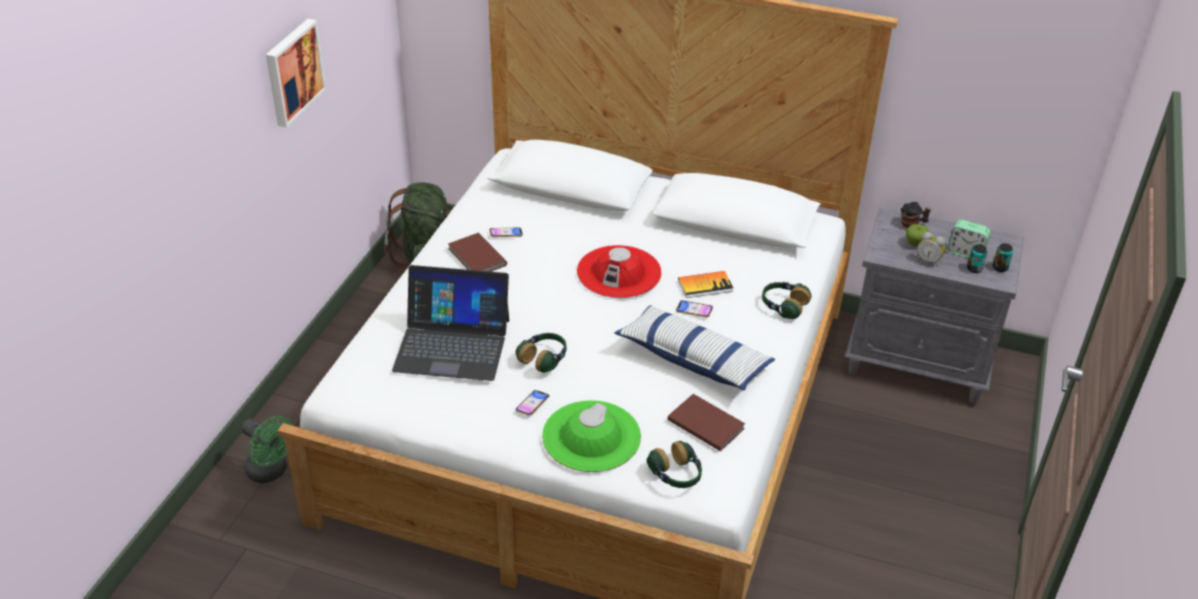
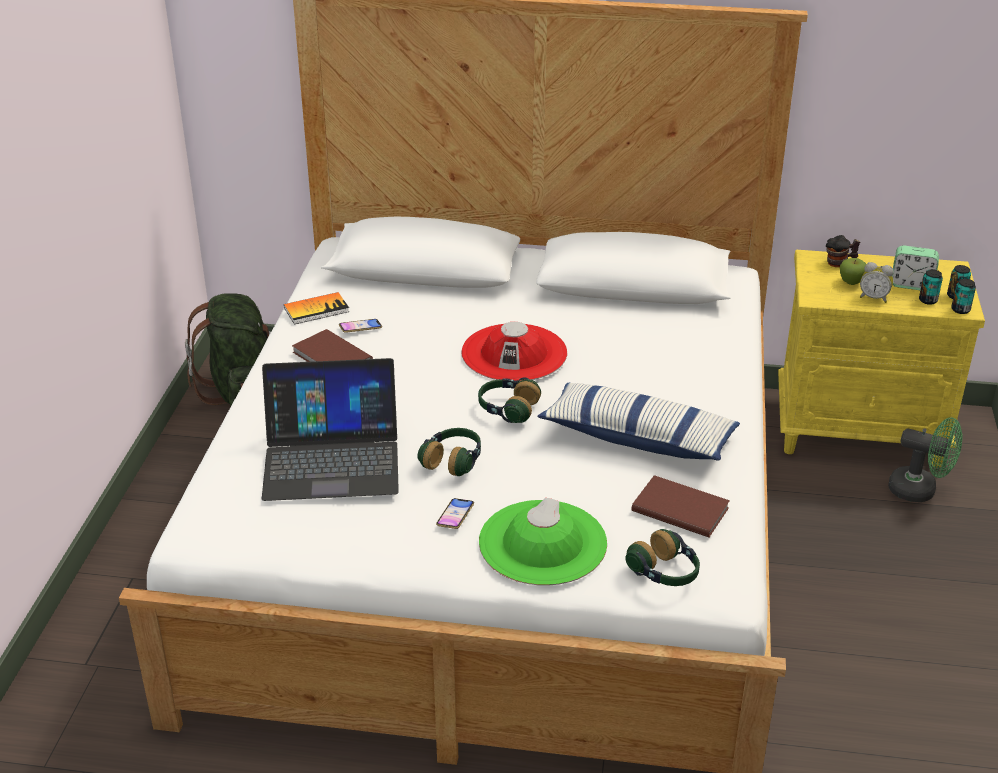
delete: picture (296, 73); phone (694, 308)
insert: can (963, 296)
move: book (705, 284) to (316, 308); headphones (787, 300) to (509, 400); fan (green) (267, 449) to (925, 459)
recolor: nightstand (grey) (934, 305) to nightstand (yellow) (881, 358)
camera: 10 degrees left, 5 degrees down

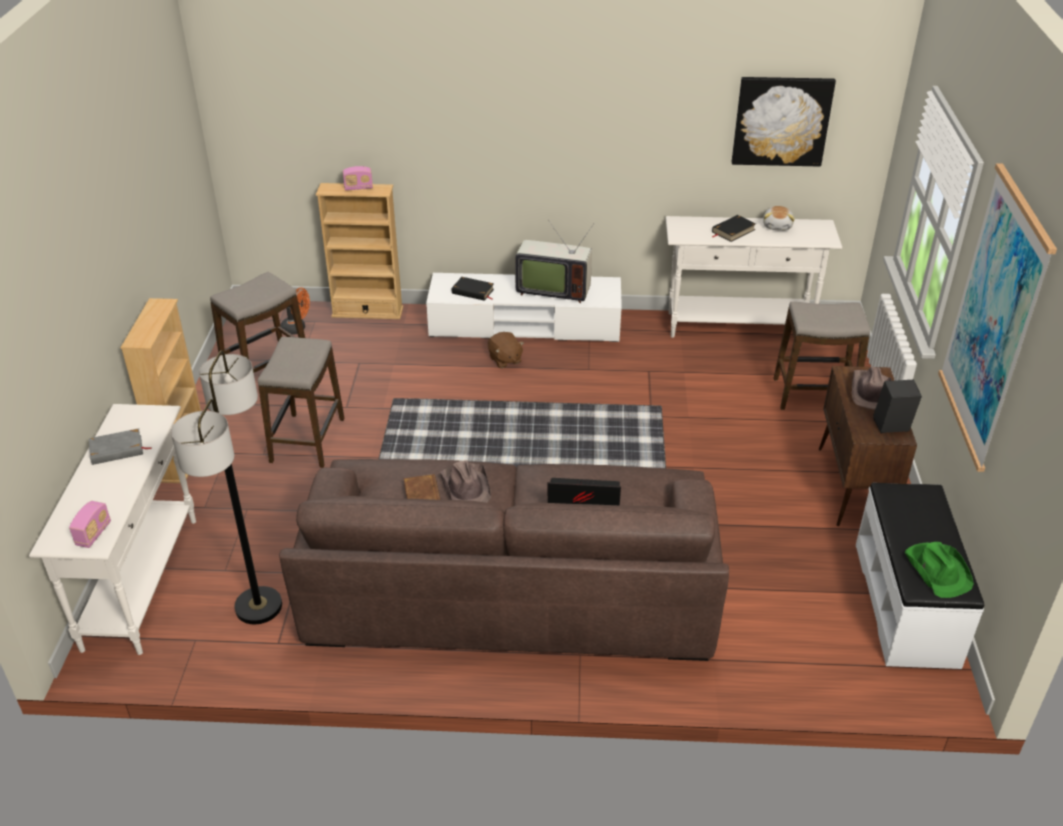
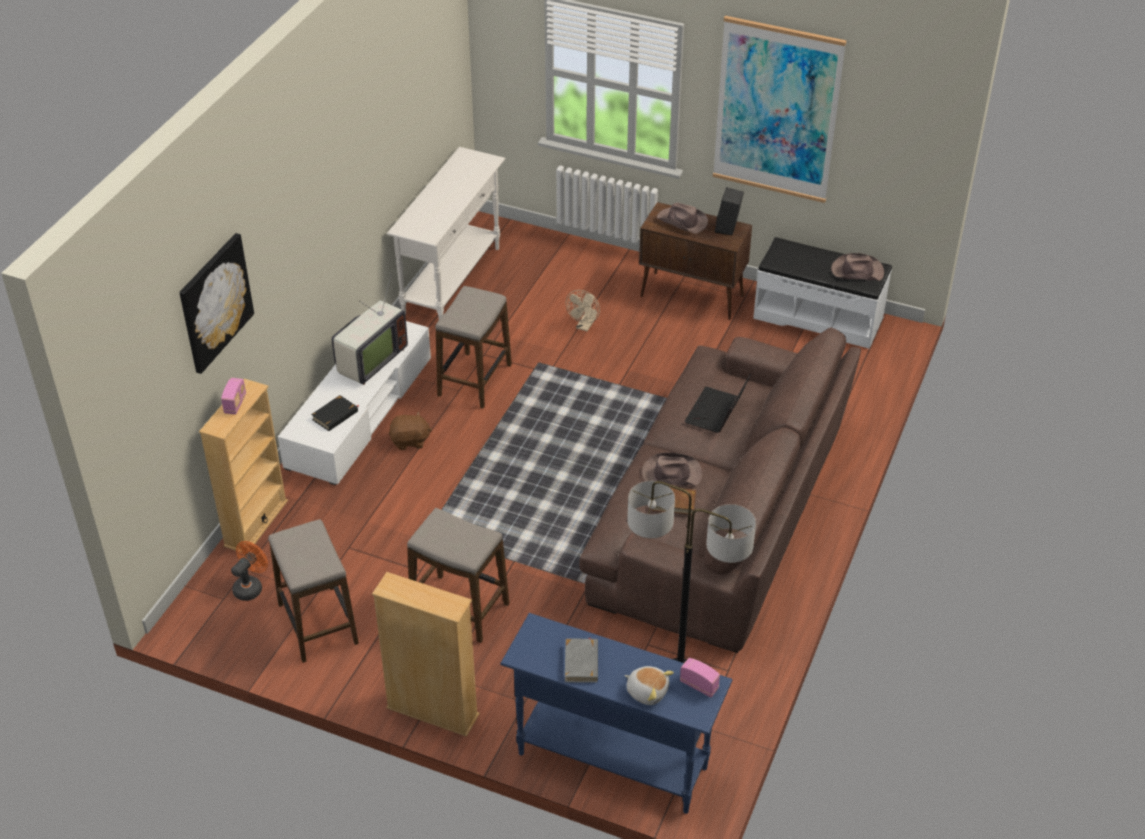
delete: book (black) (734, 228)
insert: fan (beige) (583, 310)
move: picture (784, 122) to (216, 303); stool (822, 356) to (473, 347); plush toy (779, 218) to (649, 685)
recolor: console table (white) (112, 529) to console table (blue) (616, 713); hat (green) (939, 570) to hat (brown) (857, 267)
camera: 70 degrees left, 5 degrees up

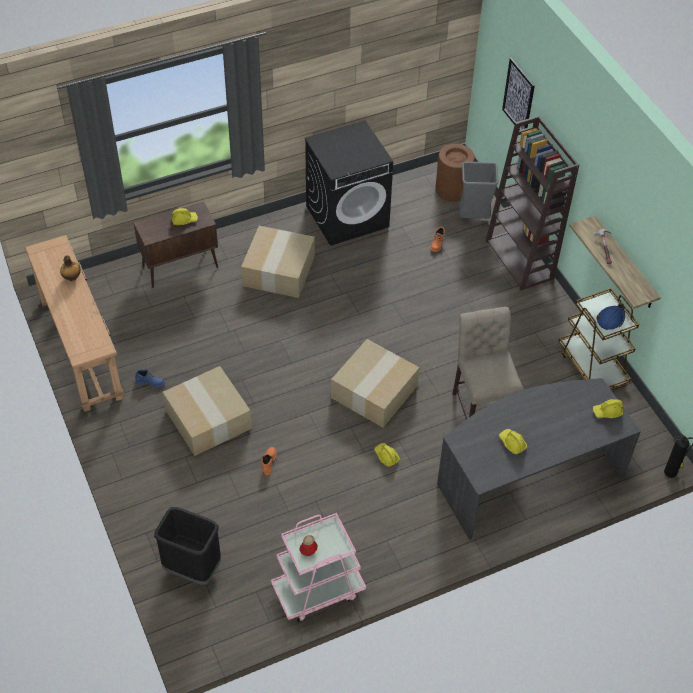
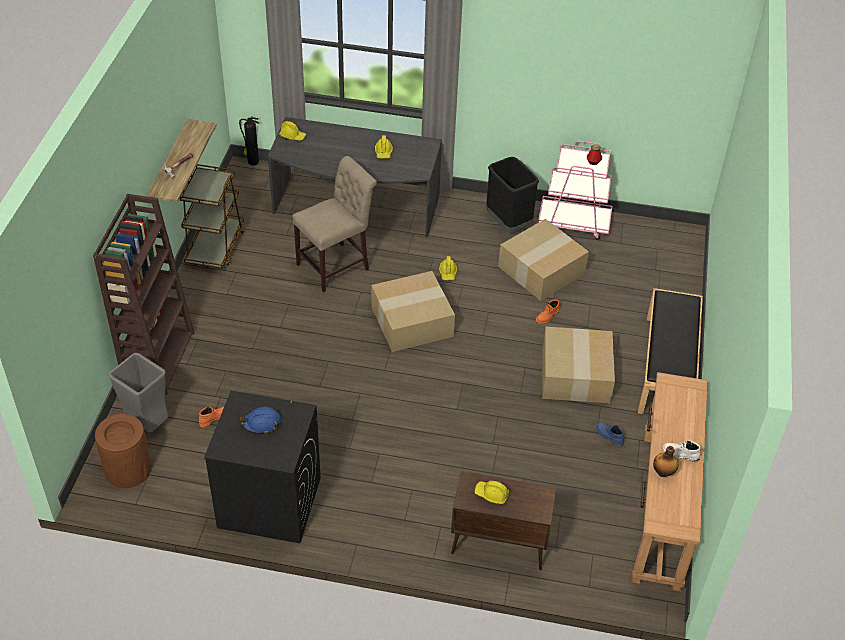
delete: picture (518, 94)
insert: bench (black) (670, 351); boot (white) (682, 451)
move: hard hat (blue) (610, 316) to (261, 420); trash can (black) (187, 546) to (512, 194); cardboard box (278, 262) to (543, 260)
rotate: chair (beige) (488, 363) = (334, 224) 150 degrees counterclockwise
camera: 145 degrees left, 5 degrees down

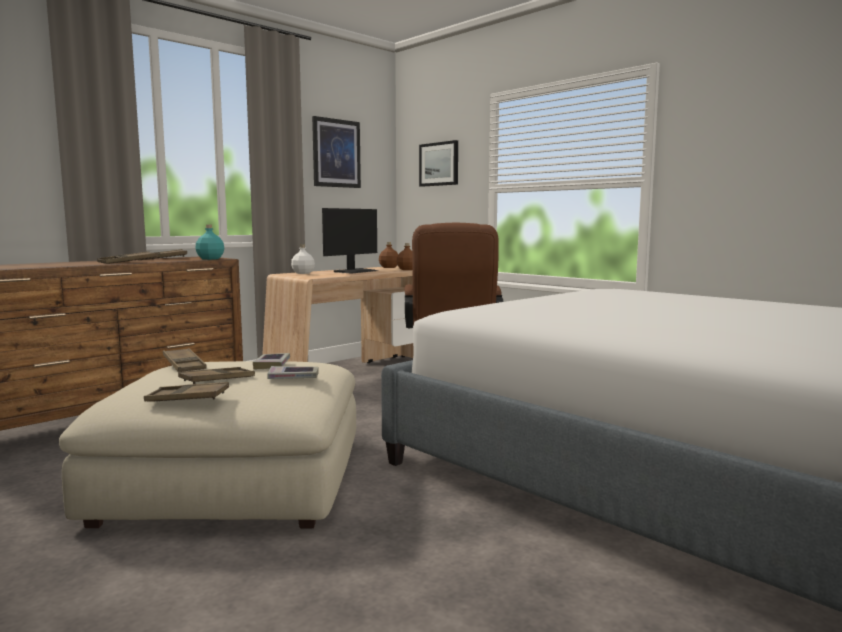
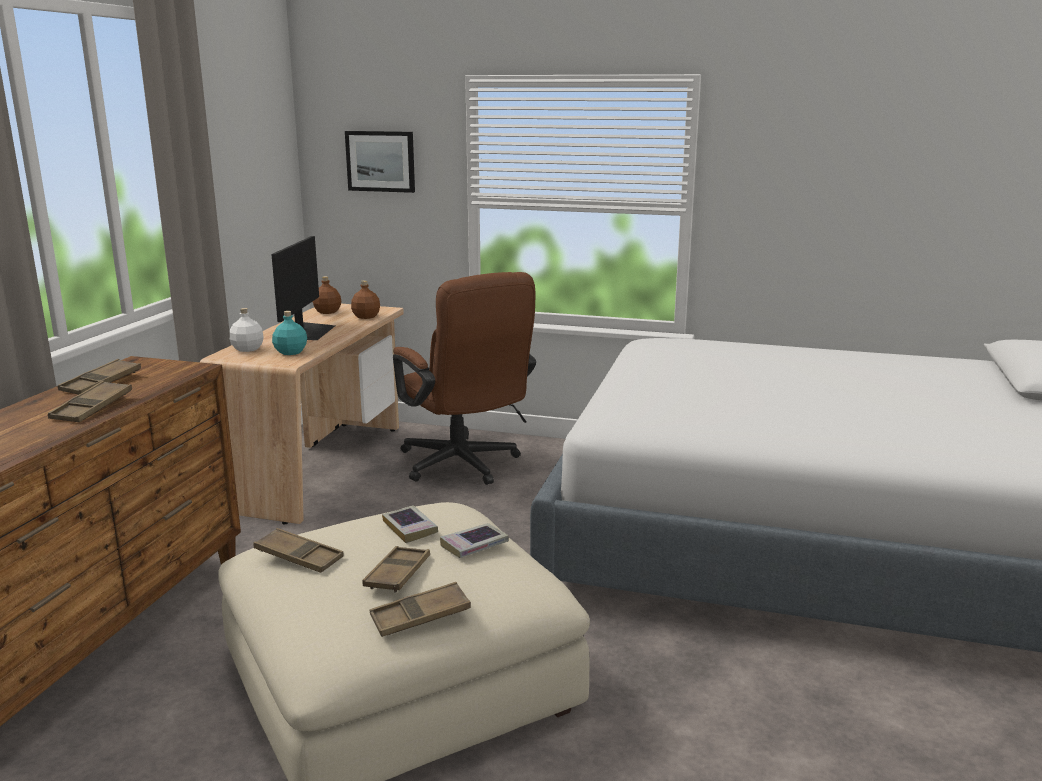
delete: picture (336, 152)
move: bottle (turquoise) (209, 242) to (289, 333)
camera: 30 degrees left, 10 degrees up

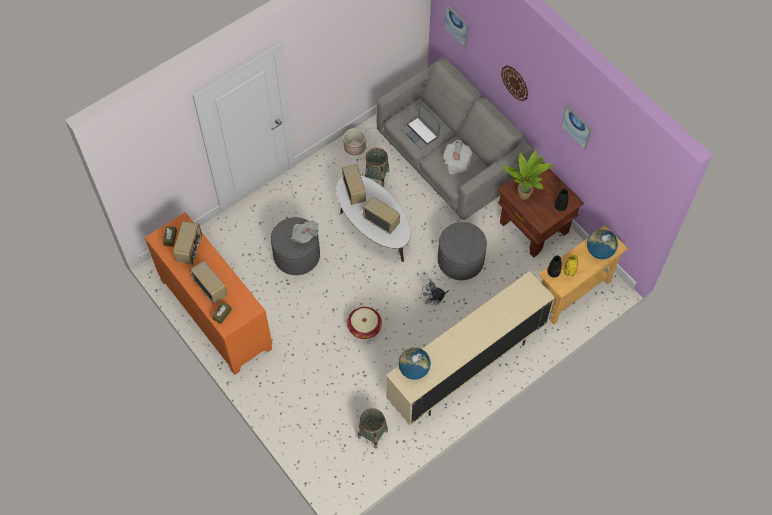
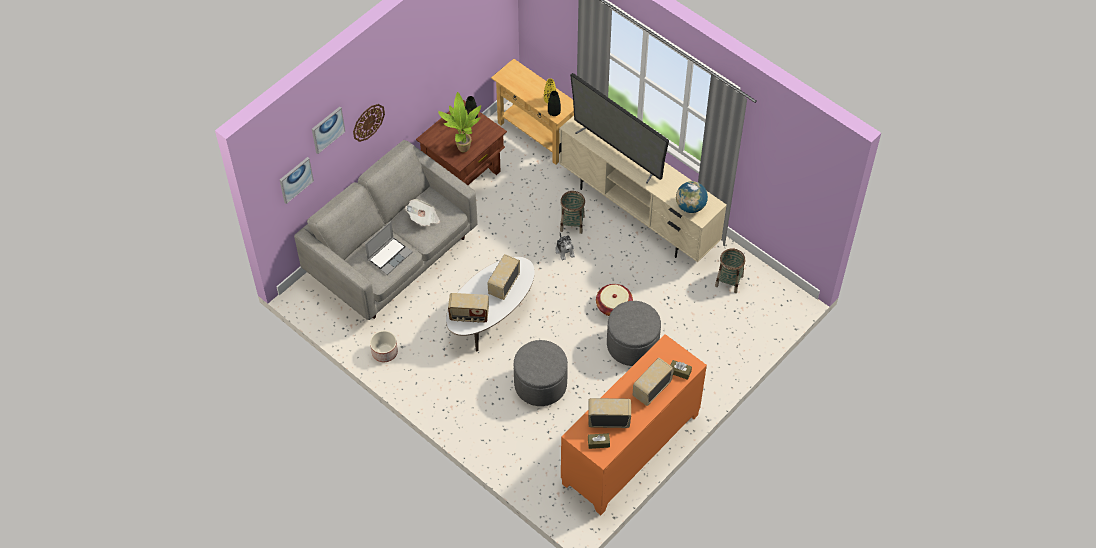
delete: newspaper (304, 232); globe (602, 244)
insert: television (619, 128)
move: picture (576, 127) to (328, 130); basket (377, 167) to (572, 212); ottoman (grey) (462, 251) to (634, 333)
rotate: radio (354, 184) = (468, 308) 150 degrees counterclockwise
camera: 100 degrees left, 5 degrees down

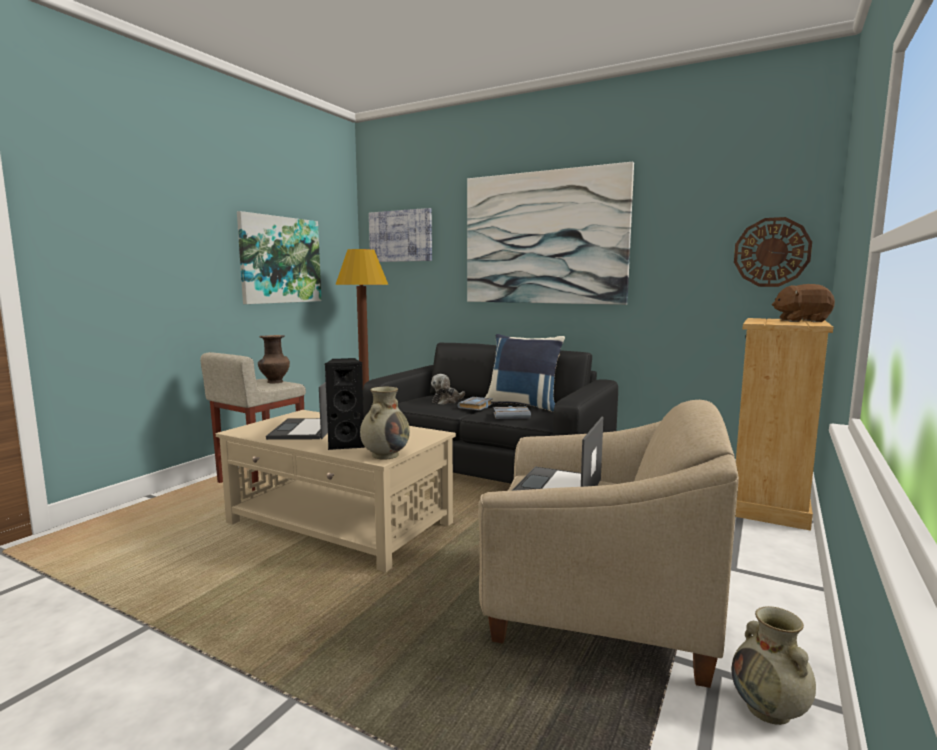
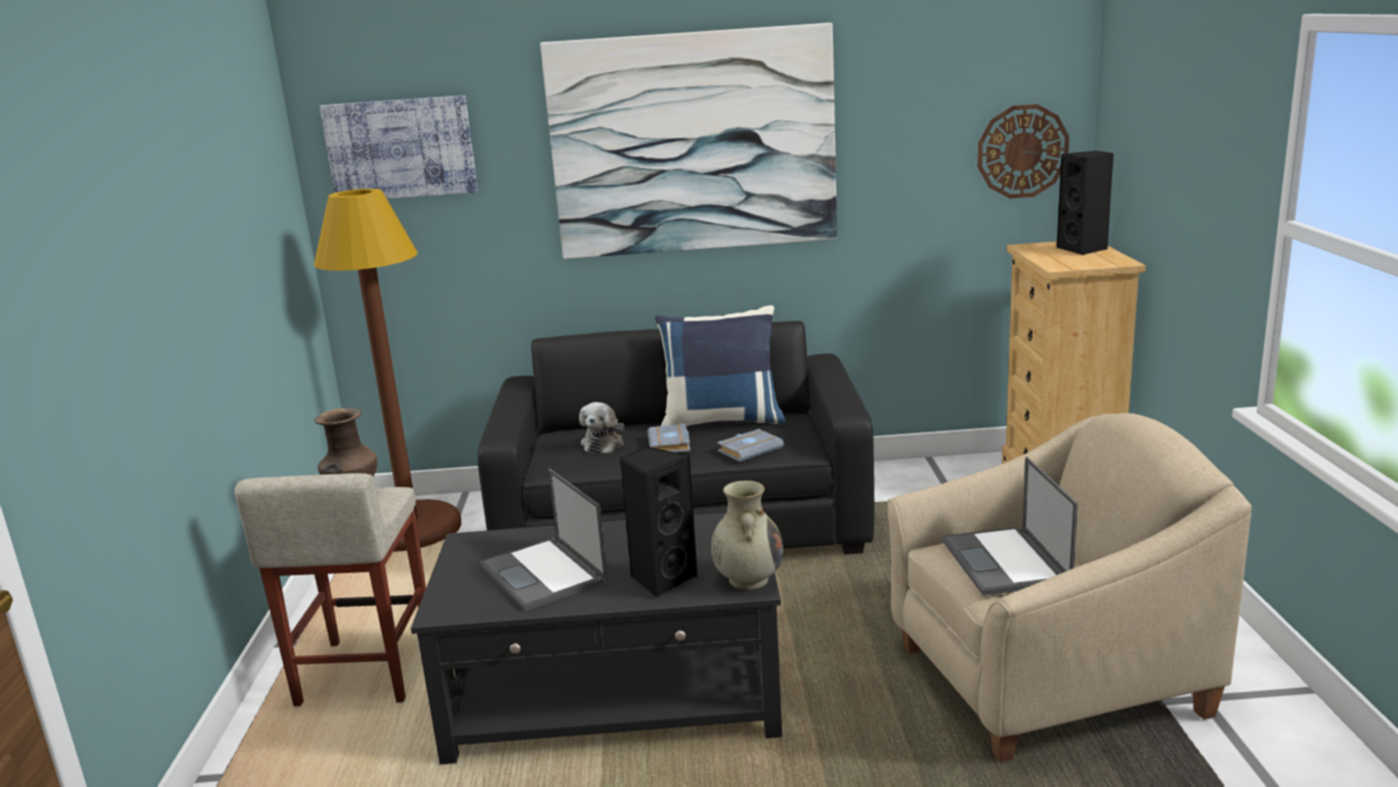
delete: picture (279, 257); vase (beige) (774, 665)
replace: plush toy (brown) (803, 303) to speaker (black) (1085, 203)
recolor: coffee table (beige) (336, 491) to coffee table (black) (596, 638)
camera: 30 degrees left, 10 degrees up

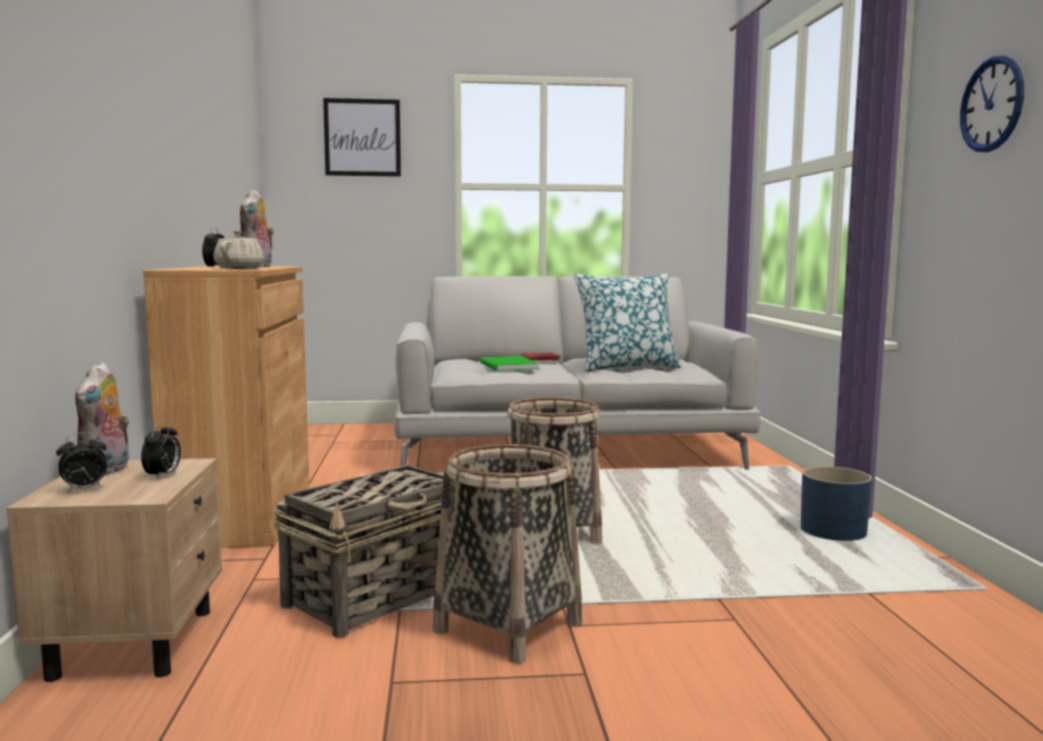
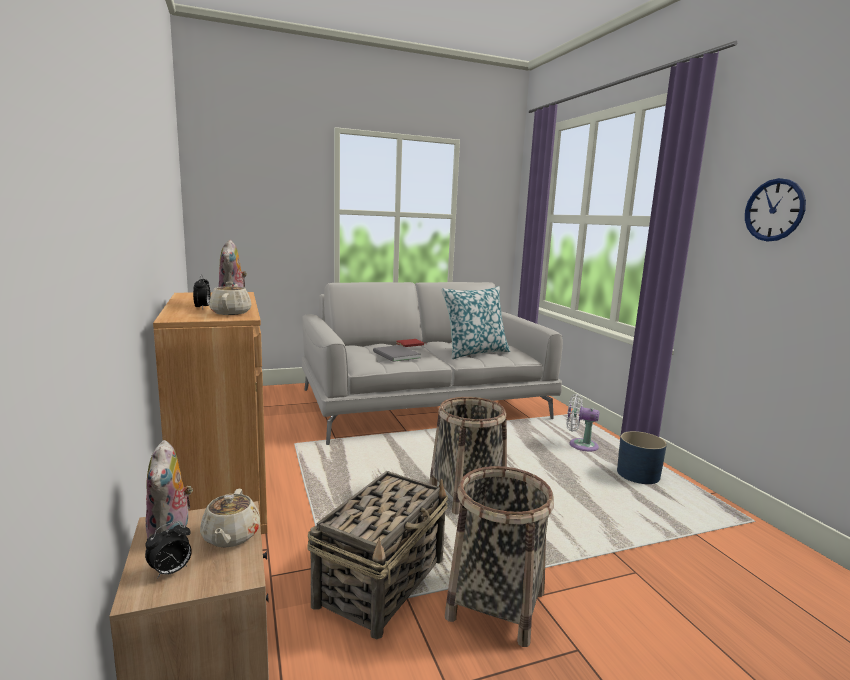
delete: picture (362, 137)
insert: fan (white) (583, 423)
replace: alarm clock (161, 450) to teapot (beige) (230, 518)
recolor: book (green) (509, 363) to book (grey) (397, 353)
camera: 15 degrees left, 5 degrees up

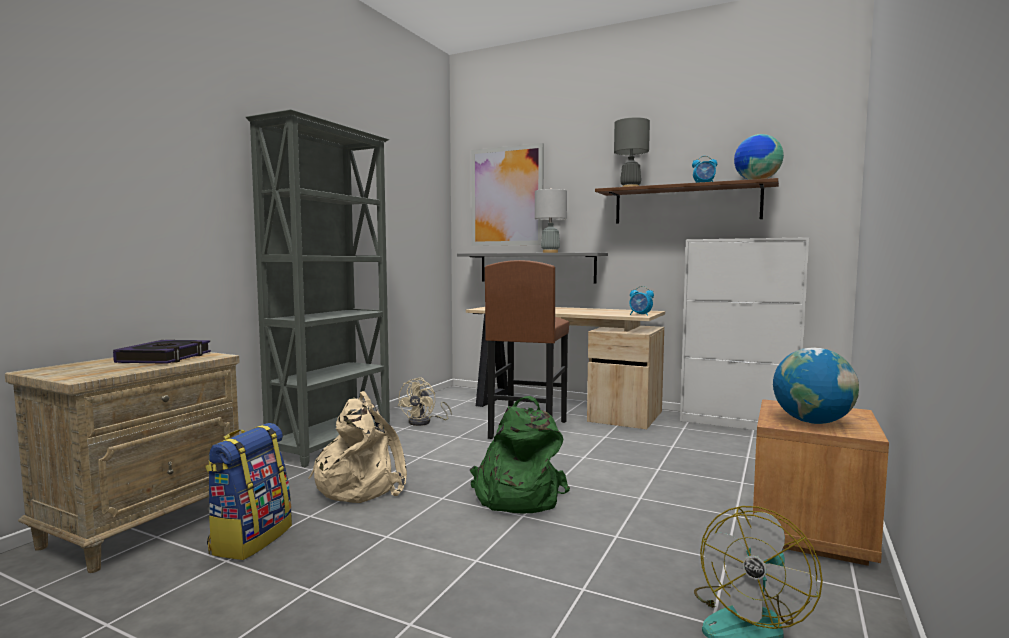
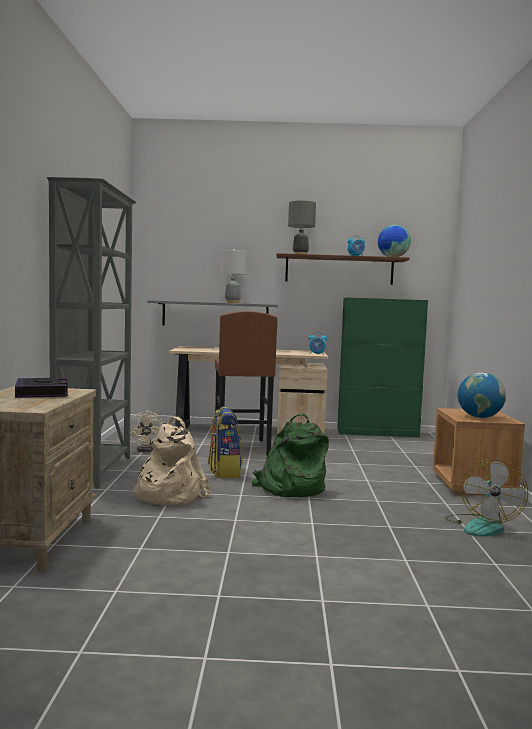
delete: picture (507, 194)
move: backpack (248, 491) to (225, 442)
recolor: cabinet (white) (744, 333) to cabinet (green) (382, 367)
camera: 25 degrees left, 0 degrees up

